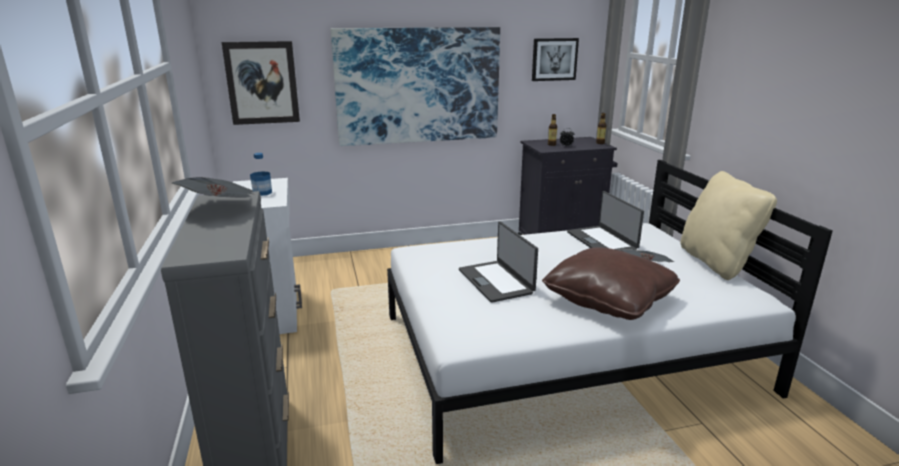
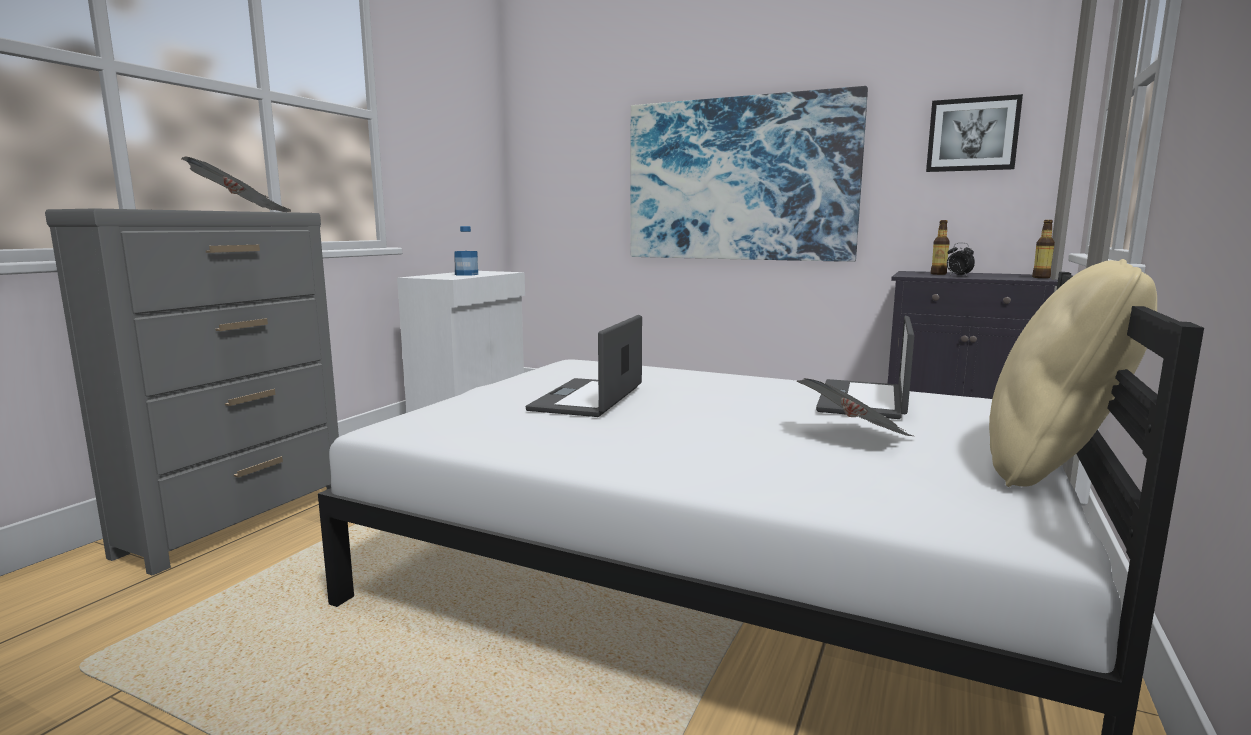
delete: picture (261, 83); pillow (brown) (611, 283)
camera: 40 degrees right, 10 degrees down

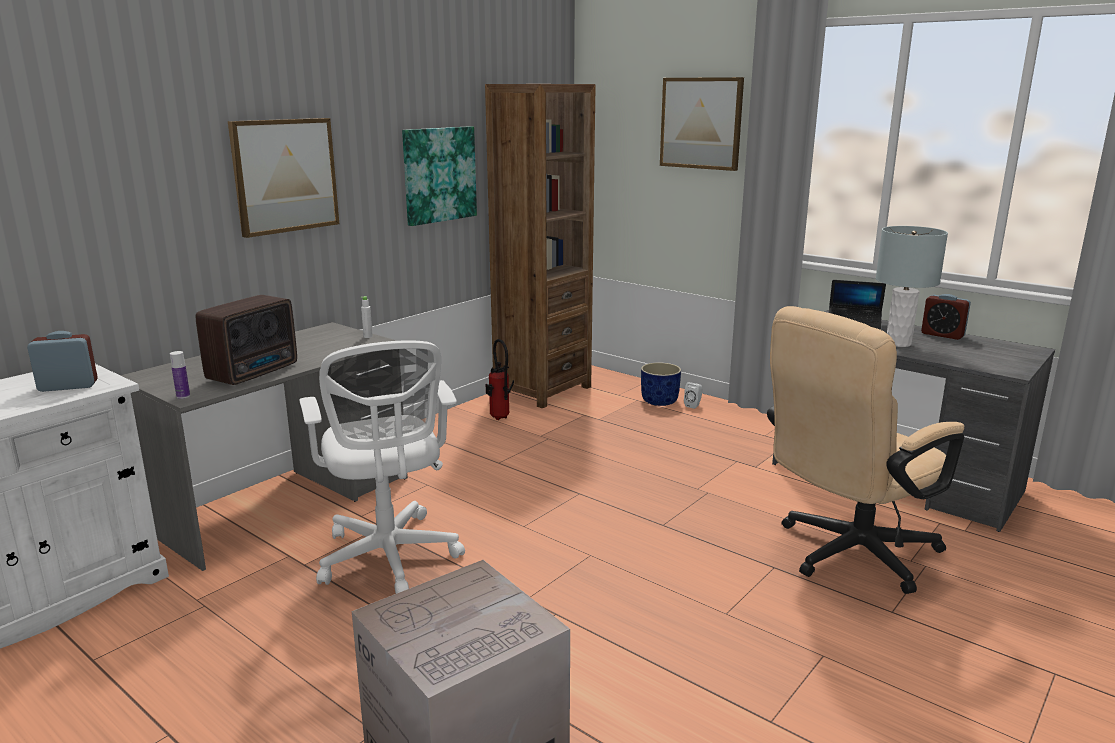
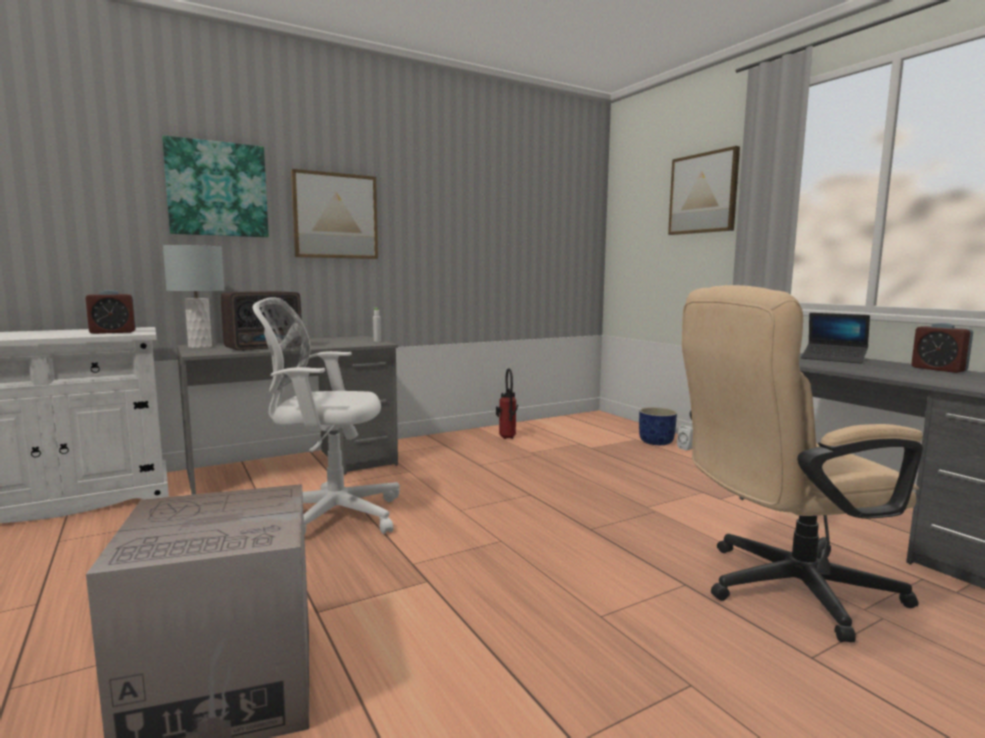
delete: bottle (180, 375); bookcase (brown) (540, 246)
move: picture (439, 176) to (215, 186); table lamp (grey) (912, 286) to (193, 296)
rotate: alarm clock (62, 361) = (110, 312) 150 degrees clockwise; office chair (white) (382, 467) = (326, 416) 90 degrees clockwise
camera: 20 degrees right, 10 degrees down

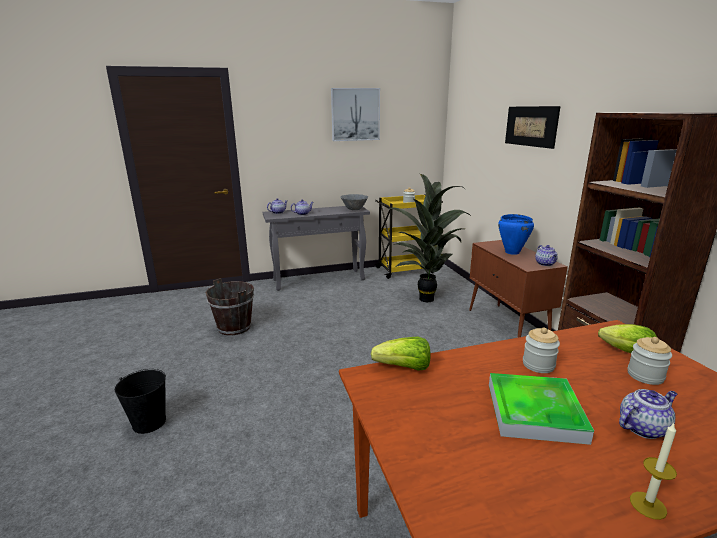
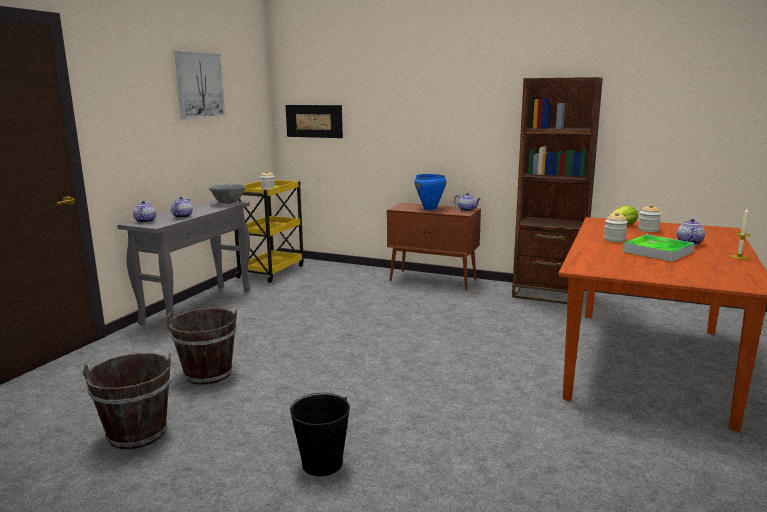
delete: lettuce (401, 353); potted plant (429, 238)
insert: bucket (brown) (126, 400)
move: picture (533, 127) to (314, 121)
camera: 50 degrees left, 5 degrees down

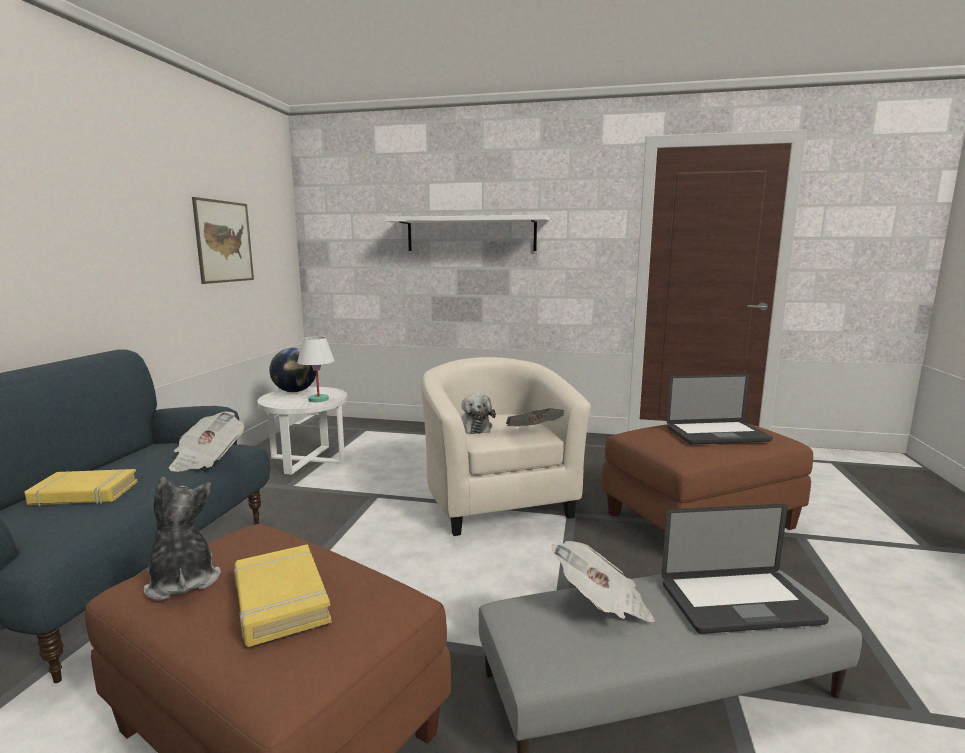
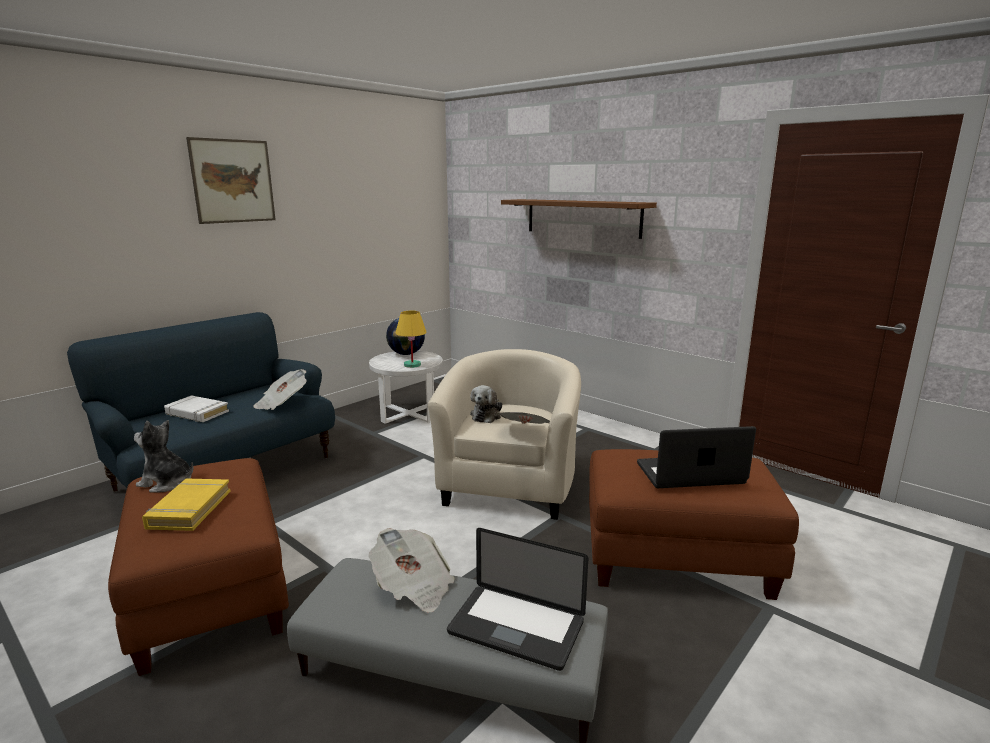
move: picture (223, 240) to (231, 180)
recolor: book (yellow) (81, 487) to book (white) (196, 408); table lamp (white) (316, 369) to table lamp (yellow) (411, 339); shelf (white) (467, 233) to shelf (brown) (579, 219)
rotate: plush toy (182, 538) = (163, 456) 75 degrees counterclockwise; laptop (720, 409) = (696, 457) 150 degrees clockwise
camera: 30 degrees right, 5 degrees up

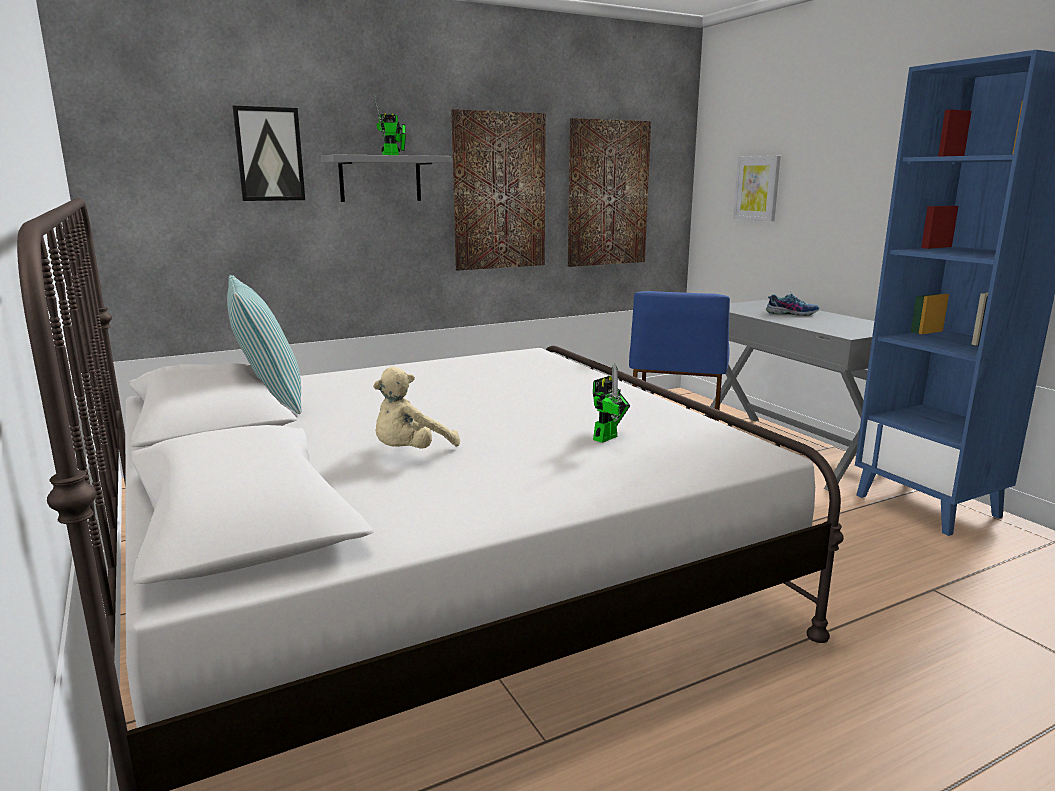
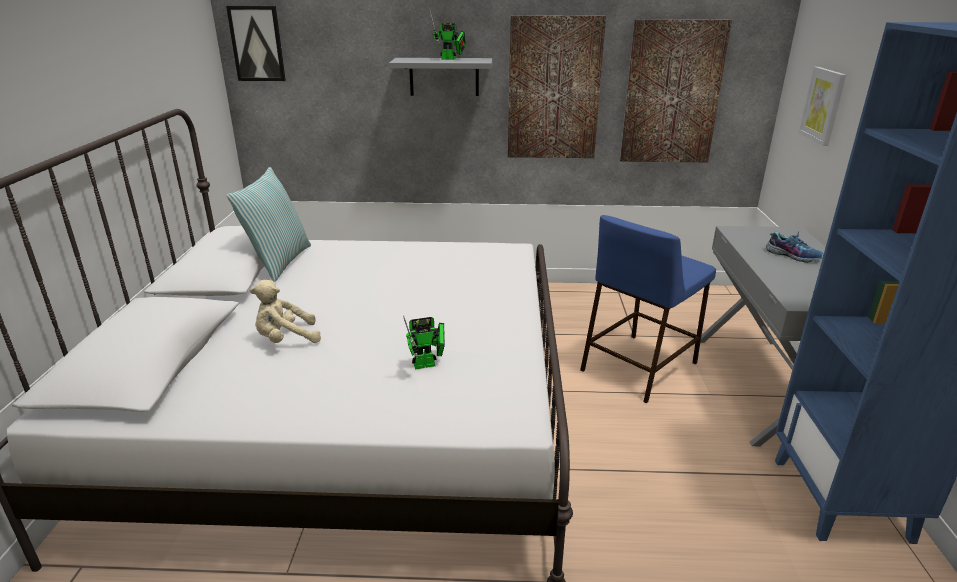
move: picture (268, 153) to (256, 43)
camera: 30 degrees right, 10 degrees up

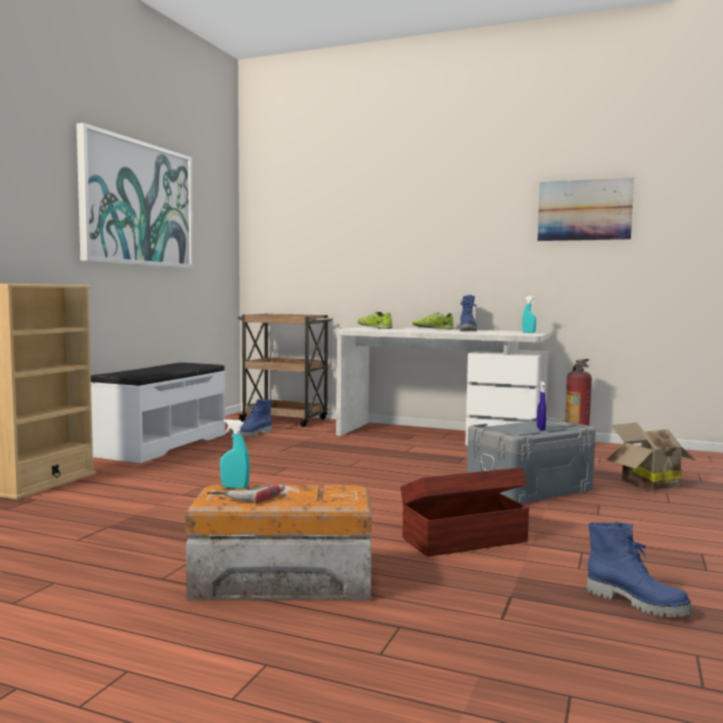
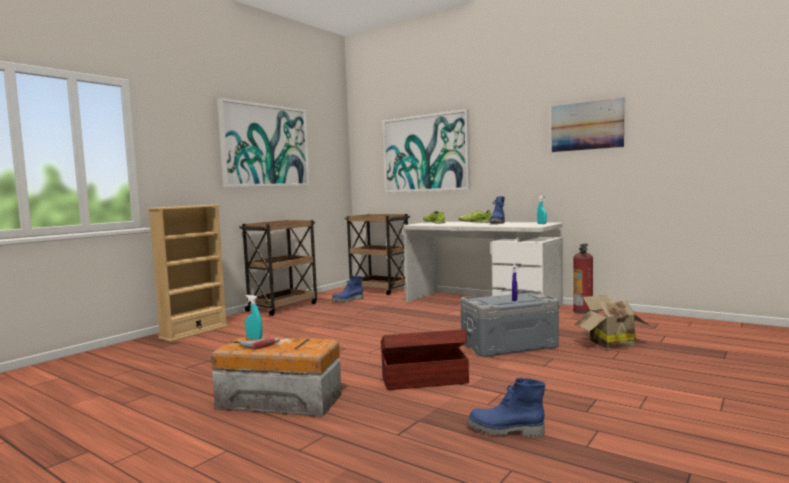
insert: picture (426, 151)
replace: bench (white) (158, 413) to cart (brown) (278, 268)
rotate: boot (blue) (639, 569) = (506, 407) 135 degrees clockwise
camera: 15 degrees right, 0 degrees up

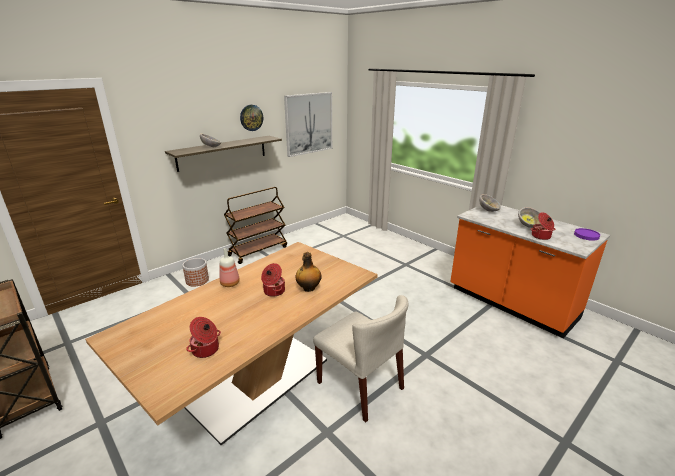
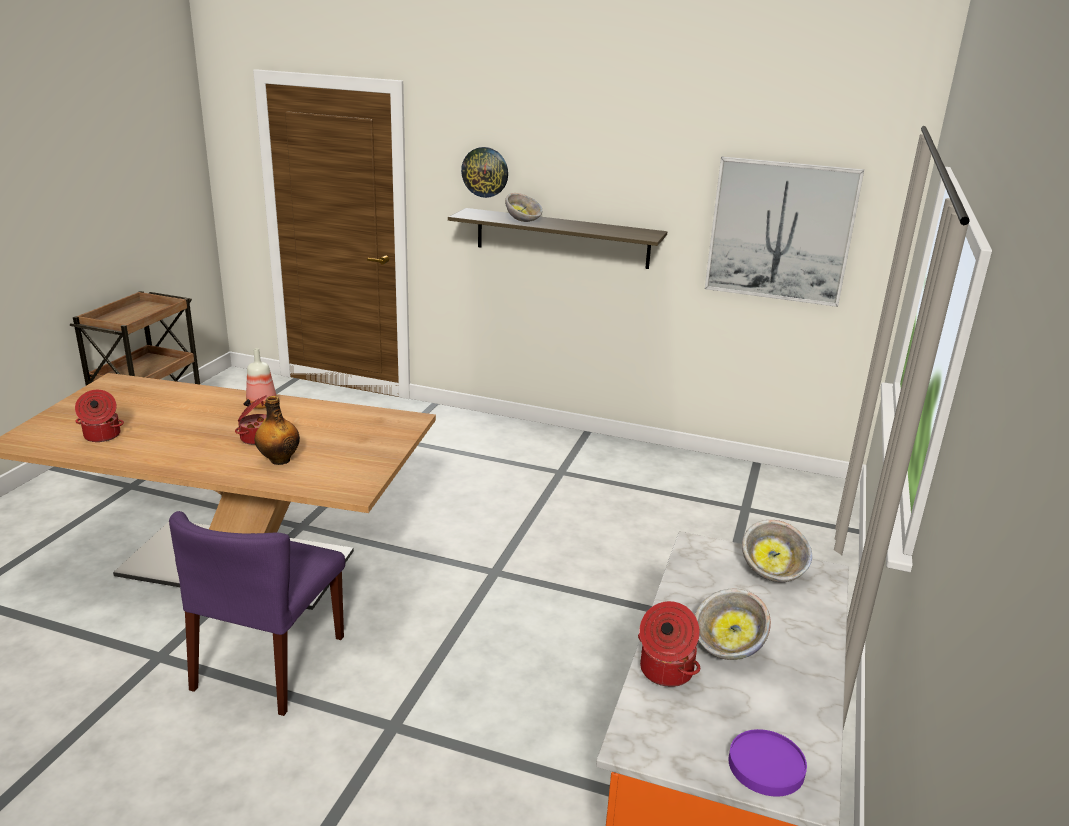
delete: planter (195, 272); cart (brown) (255, 225)
move: wall clock (251, 118) to (484, 172)
recolor: chair (beige) (360, 359) to chair (purple) (257, 613)
camera: 60 degrees right, 0 degrees up

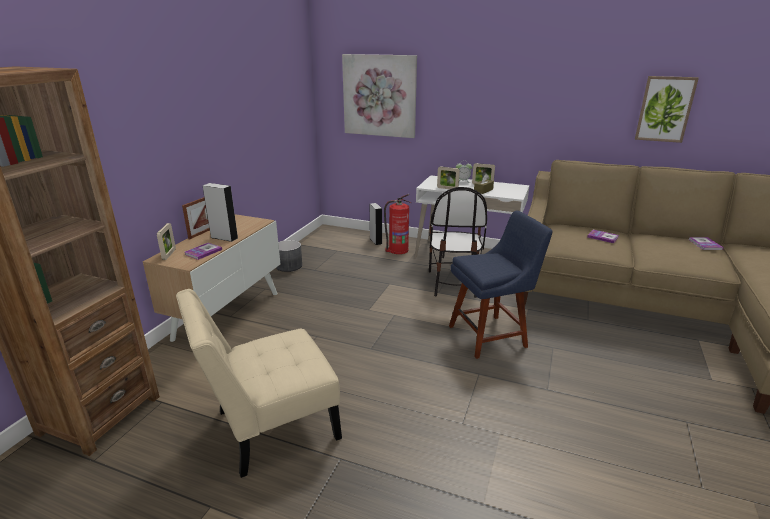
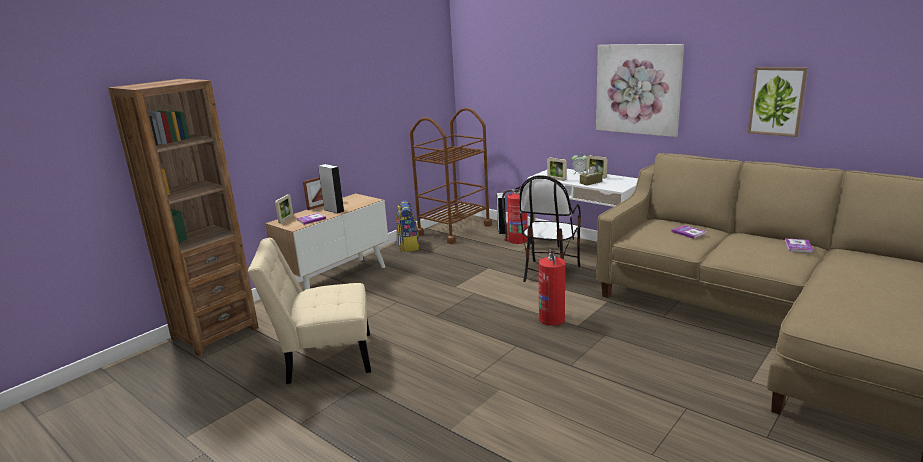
insert: cart (brown) (451, 176)
move: picture (379, 96) to (640, 90)
replace: planter (grey) (289, 256) to backpack (408, 226); chair (blue) (501, 285) to fire extinguisher (551, 287)
camera: 20 degrees right, 5 degrees down

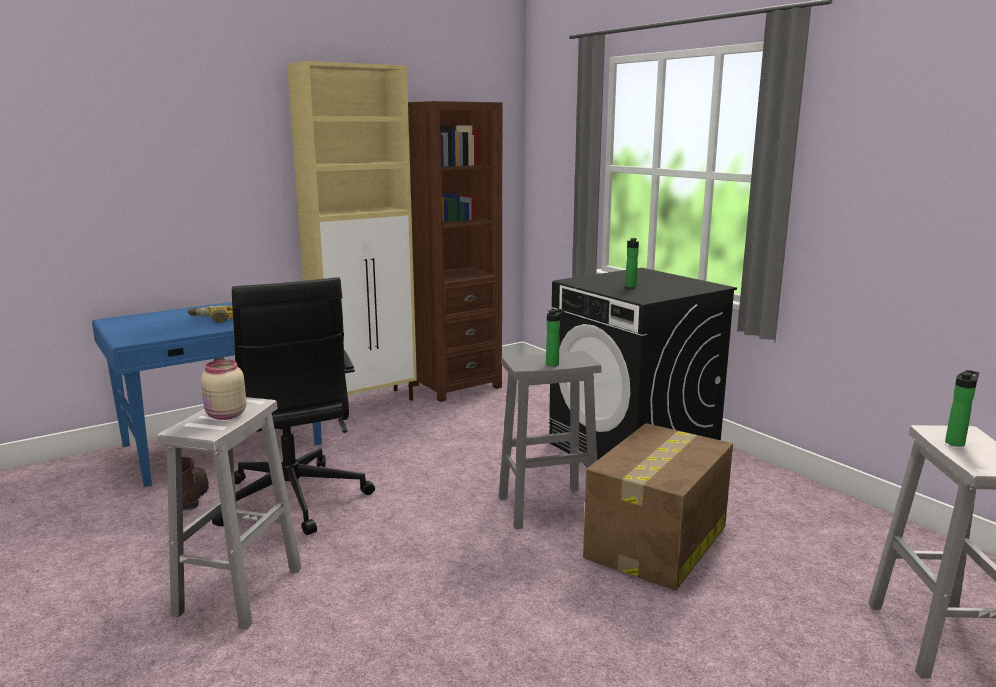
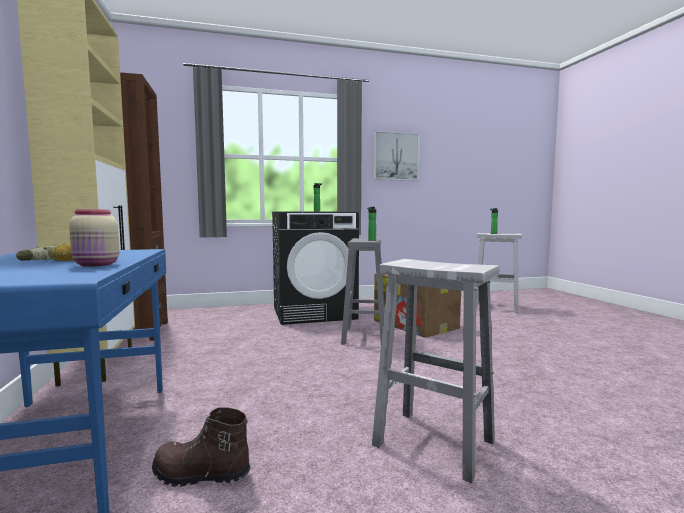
delete: office chair (black) (293, 406)
insert: picture (397, 156)
move: jar (beige) (224, 389) to (94, 238)
camera: 70 degrees left, 10 degrees down

